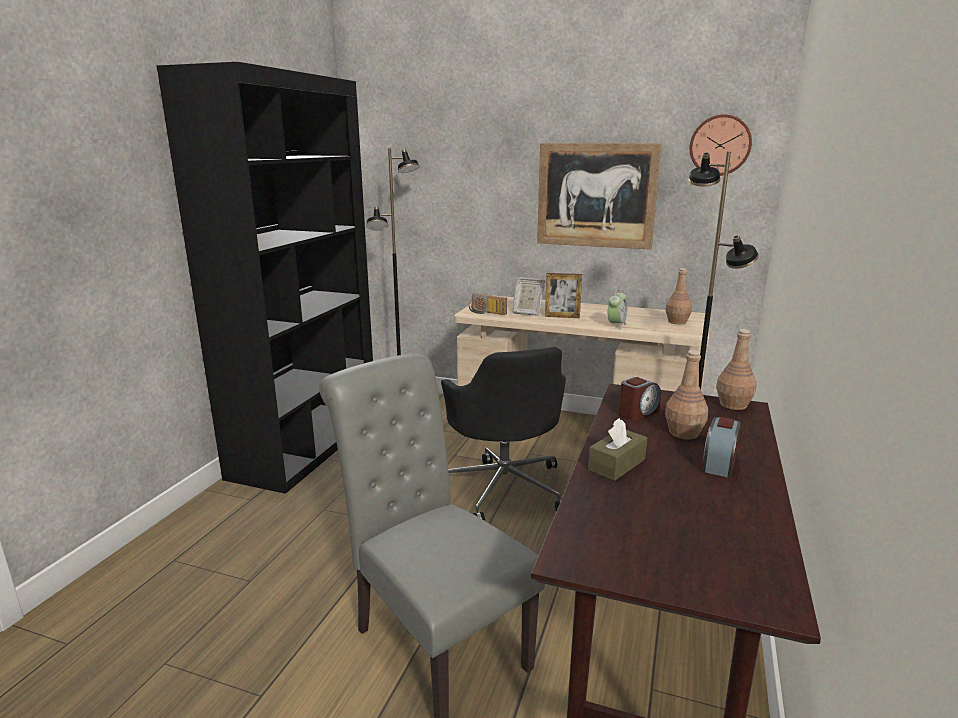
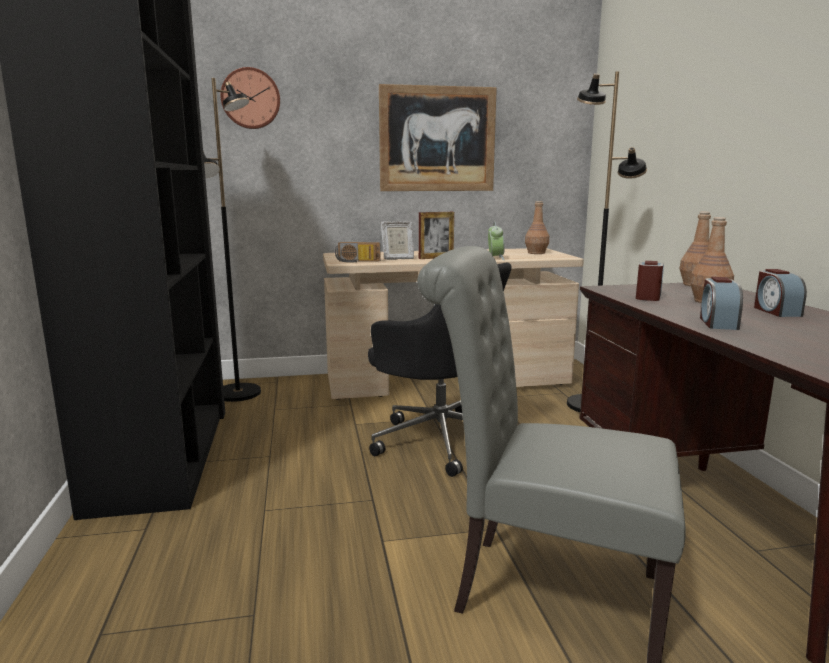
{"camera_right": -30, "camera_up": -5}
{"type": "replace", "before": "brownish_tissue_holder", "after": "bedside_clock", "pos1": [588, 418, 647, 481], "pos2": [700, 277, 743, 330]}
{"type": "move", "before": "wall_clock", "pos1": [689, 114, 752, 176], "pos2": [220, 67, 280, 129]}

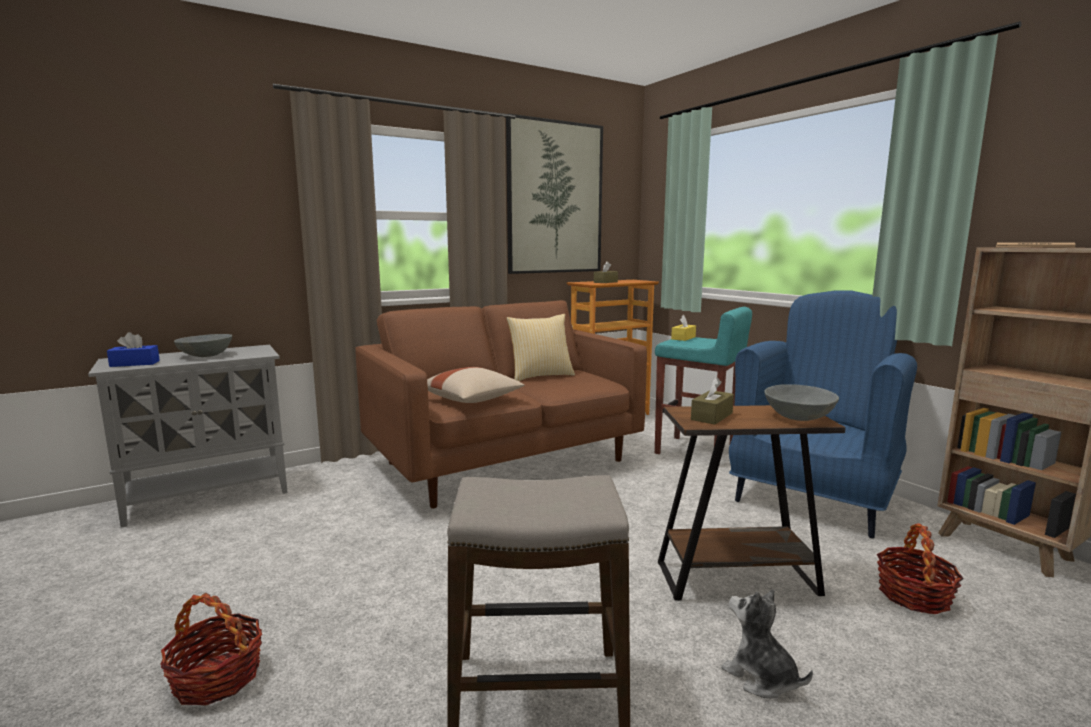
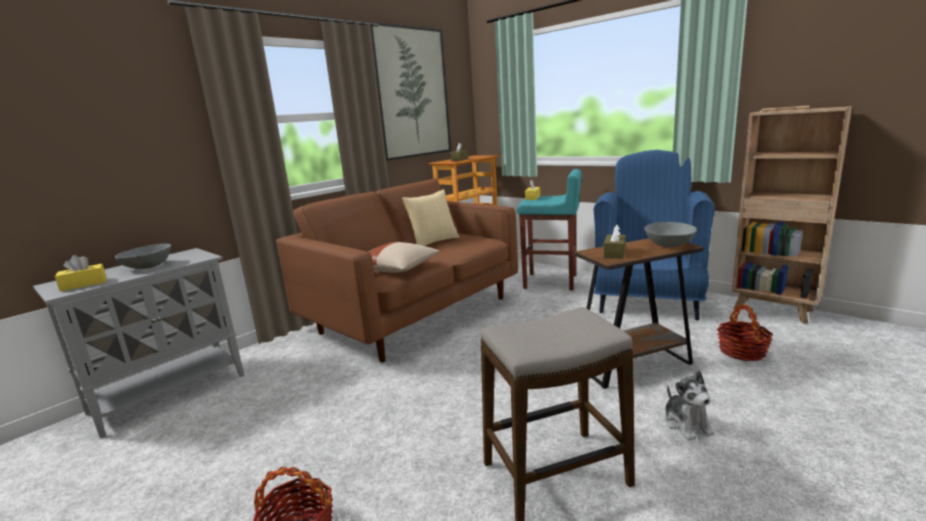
{"camera_right": -15, "camera_up": 5}
{"type": "recolor", "before": "blue-coloured_tissue_holder", "after": "yellow_tissue_holder", "pos1": [107, 332, 160, 367], "pos2": [55, 255, 107, 292]}
{"type": "rotate", "before": "plush_toy", "pos1": [721, 589, 813, 699], "pos2": [664, 371, 715, 441], "turn": -135}

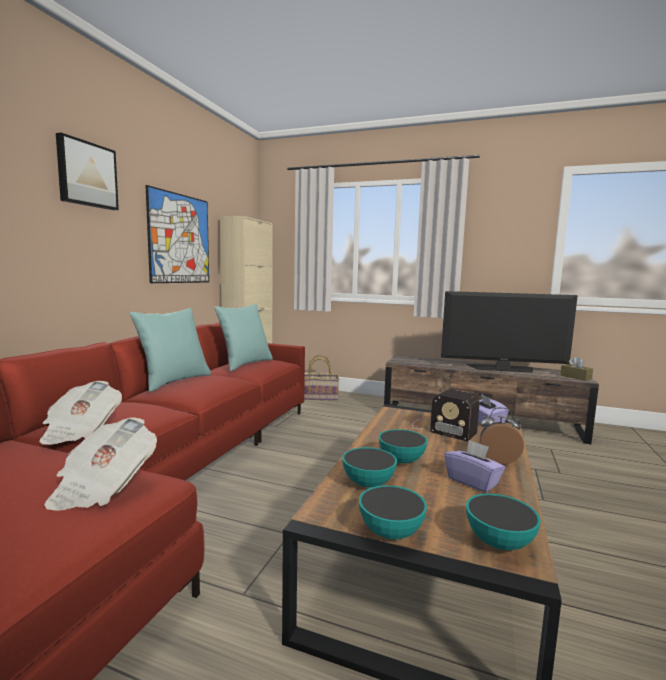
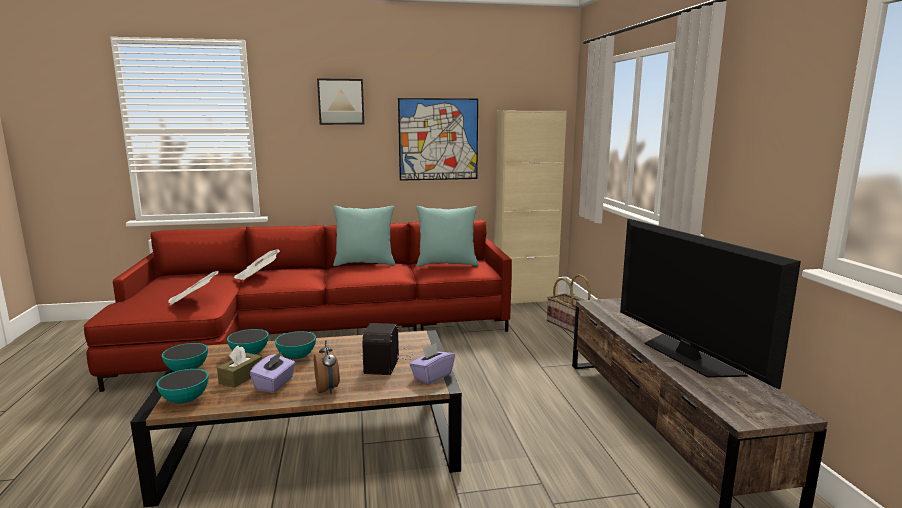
{"camera_right": 60, "camera_up": 5}
{"type": "move", "before": "brownish_tissue_holder", "pos1": [560, 357, 593, 381], "pos2": [217, 346, 262, 388]}

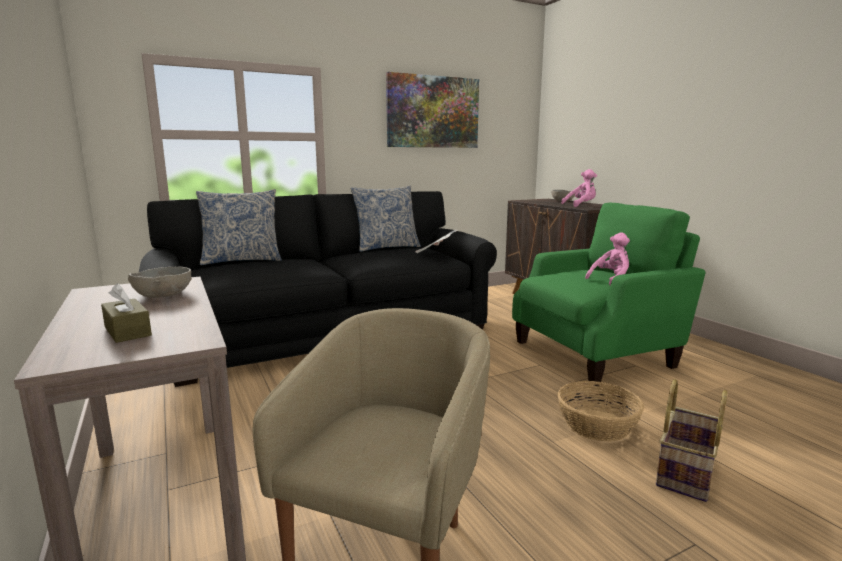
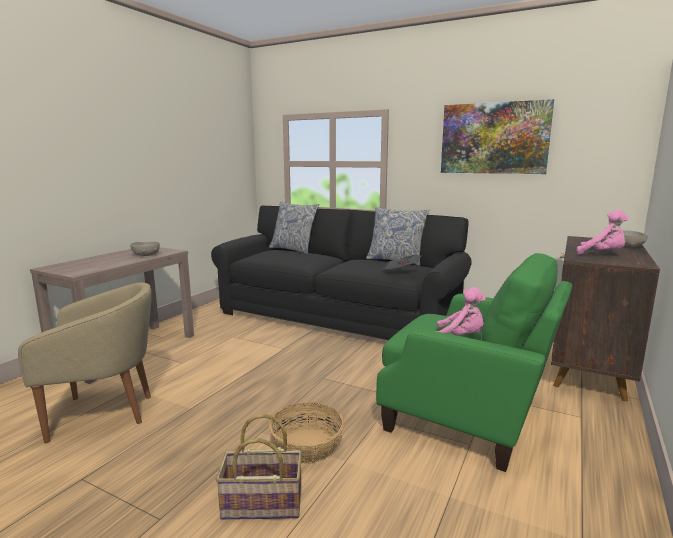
{"camera_right": 55, "camera_up": 0}
{"type": "delete", "before": "brownish_tissue_holder", "pos1": [101, 283, 152, 343]}

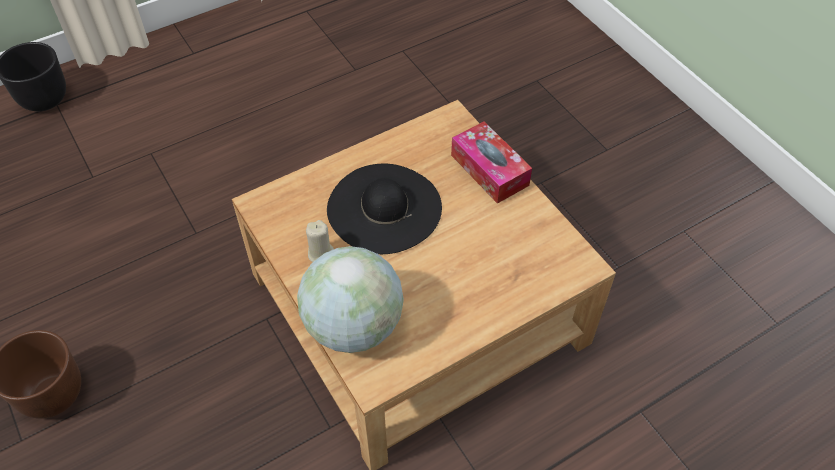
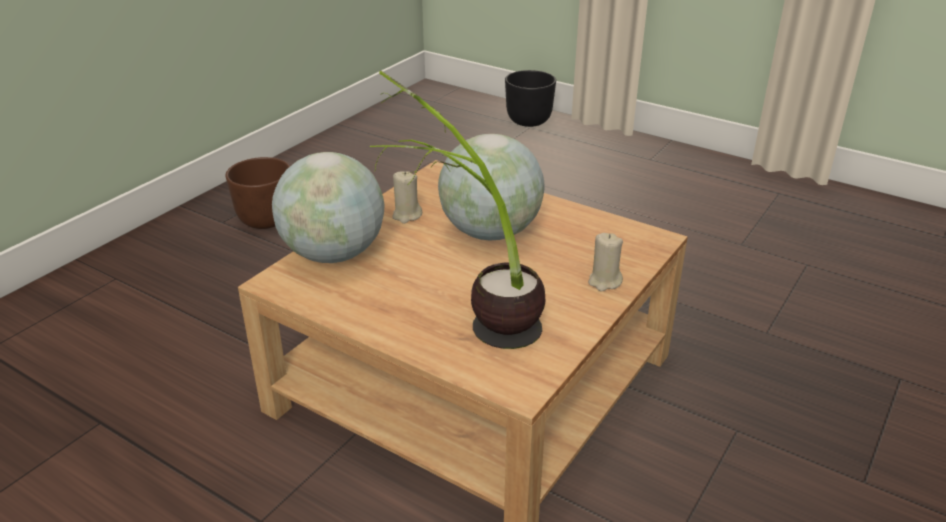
{"camera_right": 65, "camera_up": -20}
{"type": "replace", "before": "black_wearable_hat", "after": "world_globe", "pos1": [327, 164, 442, 254], "pos2": [438, 134, 545, 241]}
{"type": "replace", "before": "tissue_holder", "after": "beige_candle", "pos1": [451, 121, 532, 204], "pos2": [588, 233, 623, 291]}
{"type": "insert", "after": "potted_plant", "pos2": [370, 71, 545, 349]}

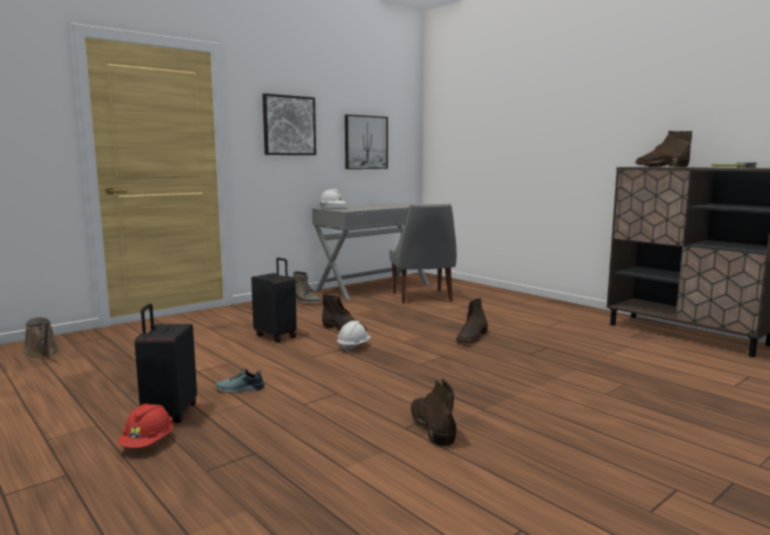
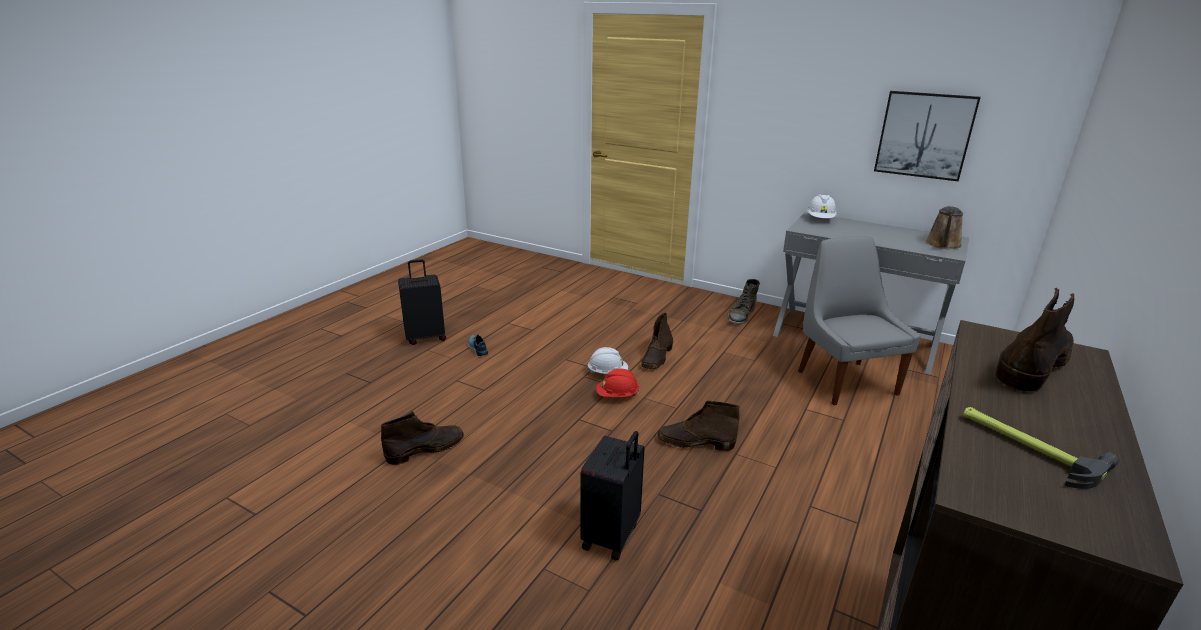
{"camera_right": 70, "camera_up": 15}
{"type": "move", "before": "brownish_watering_can", "pos1": [23, 317, 60, 359], "pos2": [925, 206, 963, 249]}
{"type": "move", "before": "red_work_helmet", "pos1": [118, 404, 174, 448], "pos2": [596, 369, 640, 397]}
{"type": "move", "before": "black_suitcase", "pos1": [251, 258, 297, 342], "pos2": [580, 431, 645, 560]}
{"type": "delete", "before": "wall_picture", "pos1": [262, 93, 316, 155]}
{"type": "rotate", "before": "gray_chair", "pos1": [389, 204, 457, 304], "pos2": [798, 236, 921, 405], "turn": 105}

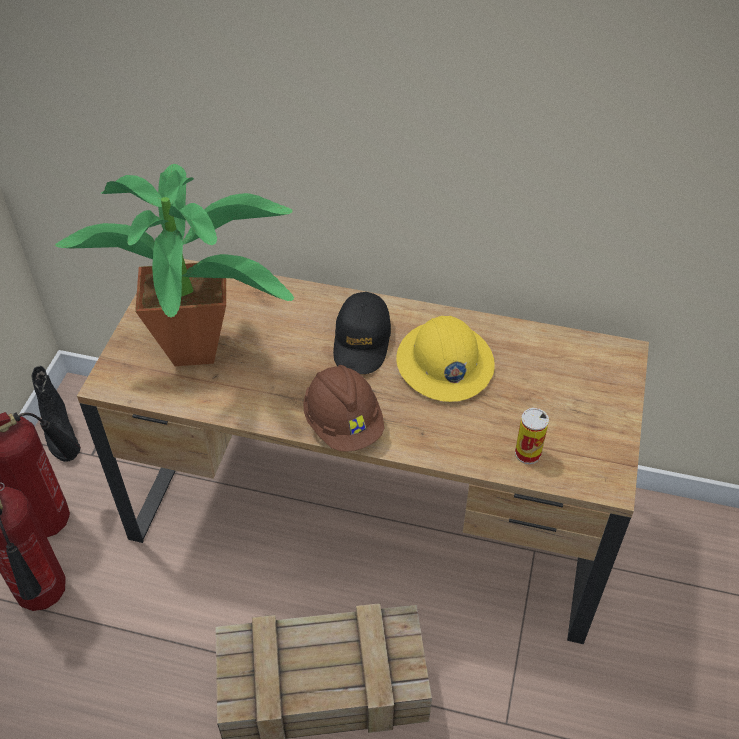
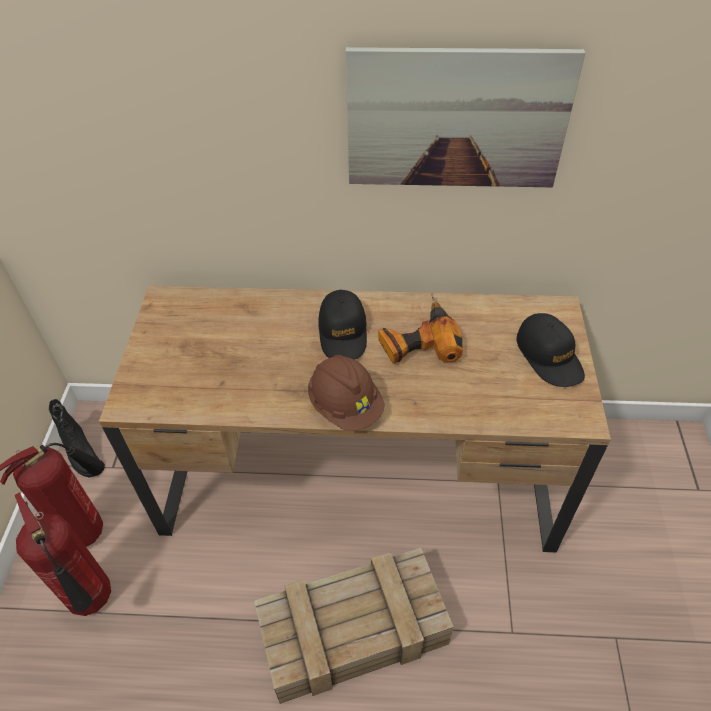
{"camera_right": -10, "camera_up": 0}
{"type": "delete", "before": "potted_plant", "pos1": [55, 164, 294, 366]}
{"type": "replace", "before": "yellow_work_helmet", "after": "drill", "pos1": [396, 316, 495, 402], "pos2": [378, 293, 463, 364]}
{"type": "delete", "before": "metal_can", "pos1": [515, 408, 549, 464]}
{"type": "insert", "after": "wall_picture", "pos2": [345, 47, 585, 187]}
{"type": "insert", "after": "black_baseball_cap", "pos2": [516, 313, 585, 387]}

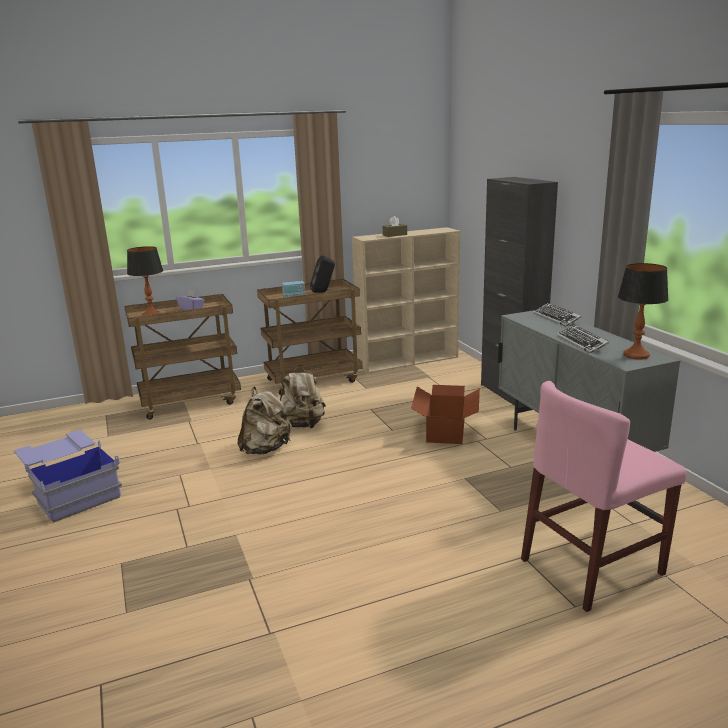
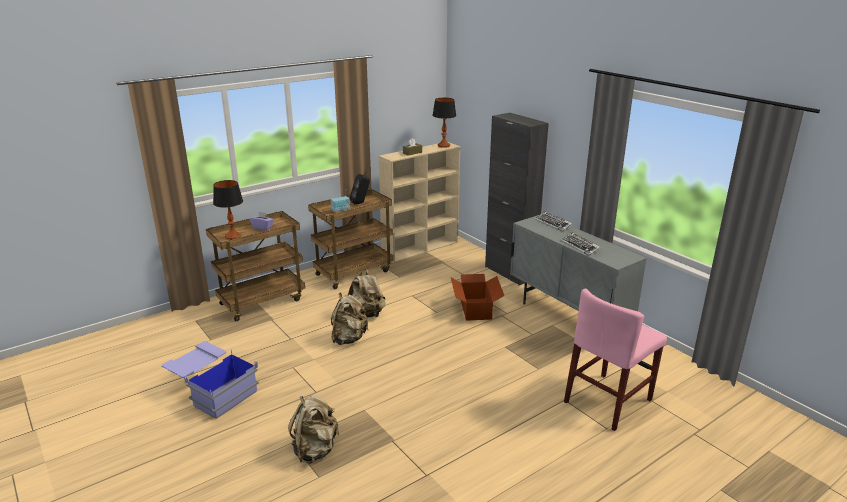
{"camera_right": -15, "camera_up": 5}
{"type": "move", "before": "tabletop_lamp", "pos1": [618, 263, 669, 360], "pos2": [432, 98, 456, 148]}
{"type": "insert", "after": "beige_backpack", "pos2": [288, 395, 339, 464]}

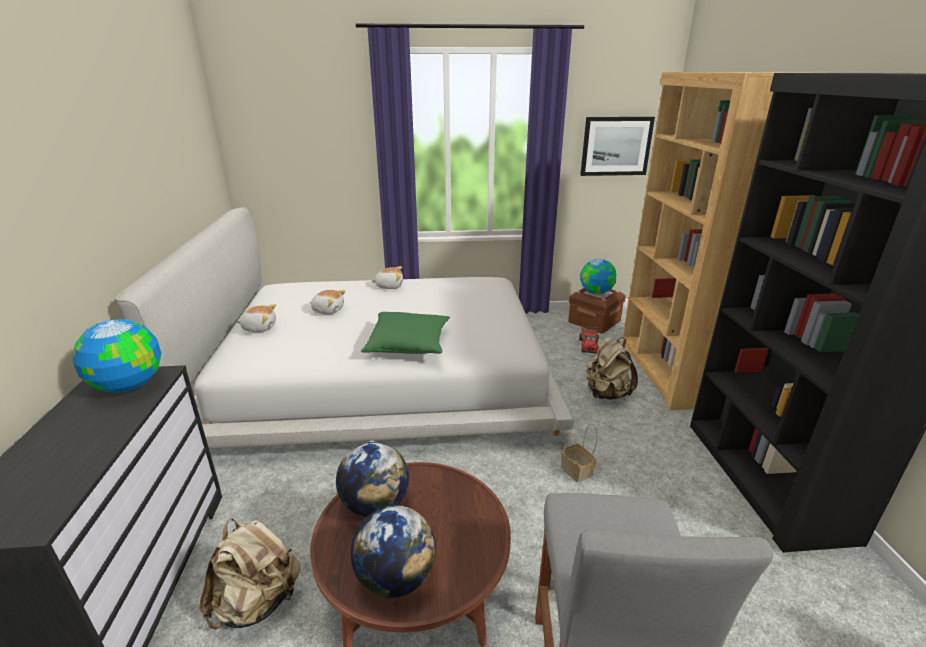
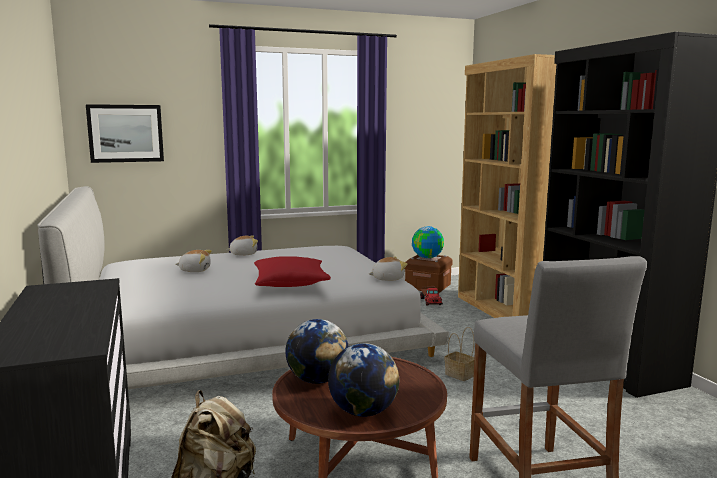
{"camera_right": -15, "camera_up": -15}
{"type": "delete", "before": "world_globe", "pos1": [72, 319, 161, 393]}
{"type": "move", "before": "plush_toy", "pos1": [237, 304, 276, 332], "pos2": [369, 257, 407, 281]}
{"type": "recolor", "before": "green-coloured_pillow", "after": "red_pillow", "pos1": [361, 312, 450, 354], "pos2": [254, 256, 331, 287]}
{"type": "move", "before": "wall_picture", "pos1": [580, 117, 655, 176], "pos2": [86, 104, 164, 163]}
{"type": "delete", "before": "beige_backpack", "pos1": [586, 337, 638, 400]}

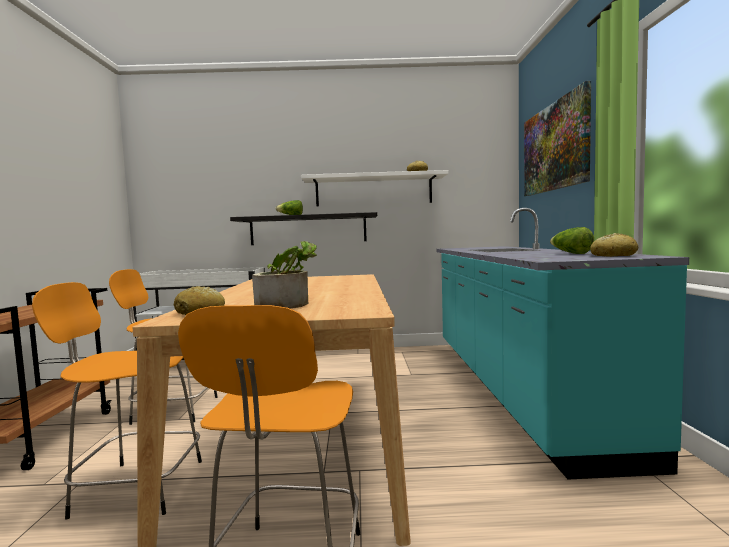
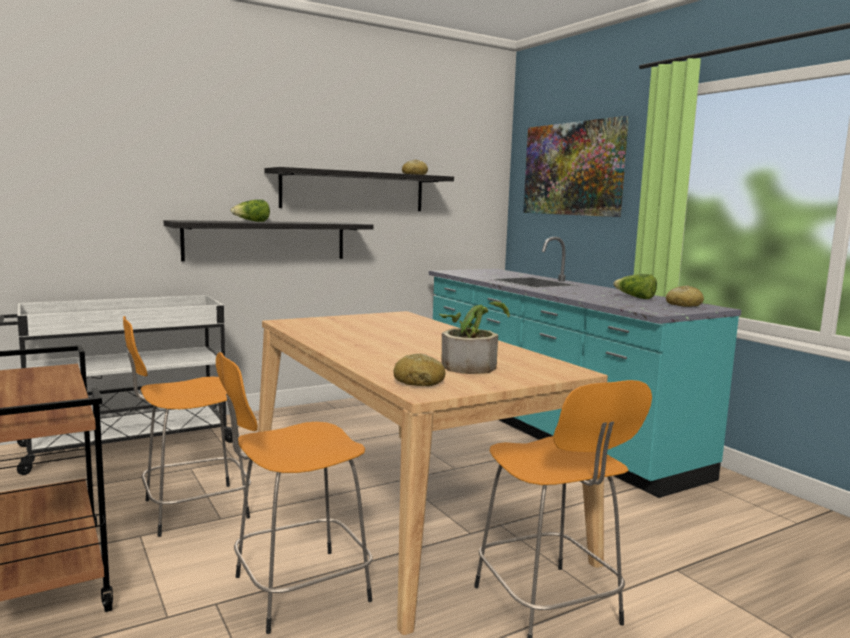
{"camera_right": -30, "camera_up": 5}
{"type": "recolor", "before": "white-coloured_wall_shelf", "after": "black_wall_shelf", "pos1": [301, 170, 449, 206], "pos2": [265, 167, 454, 211]}

